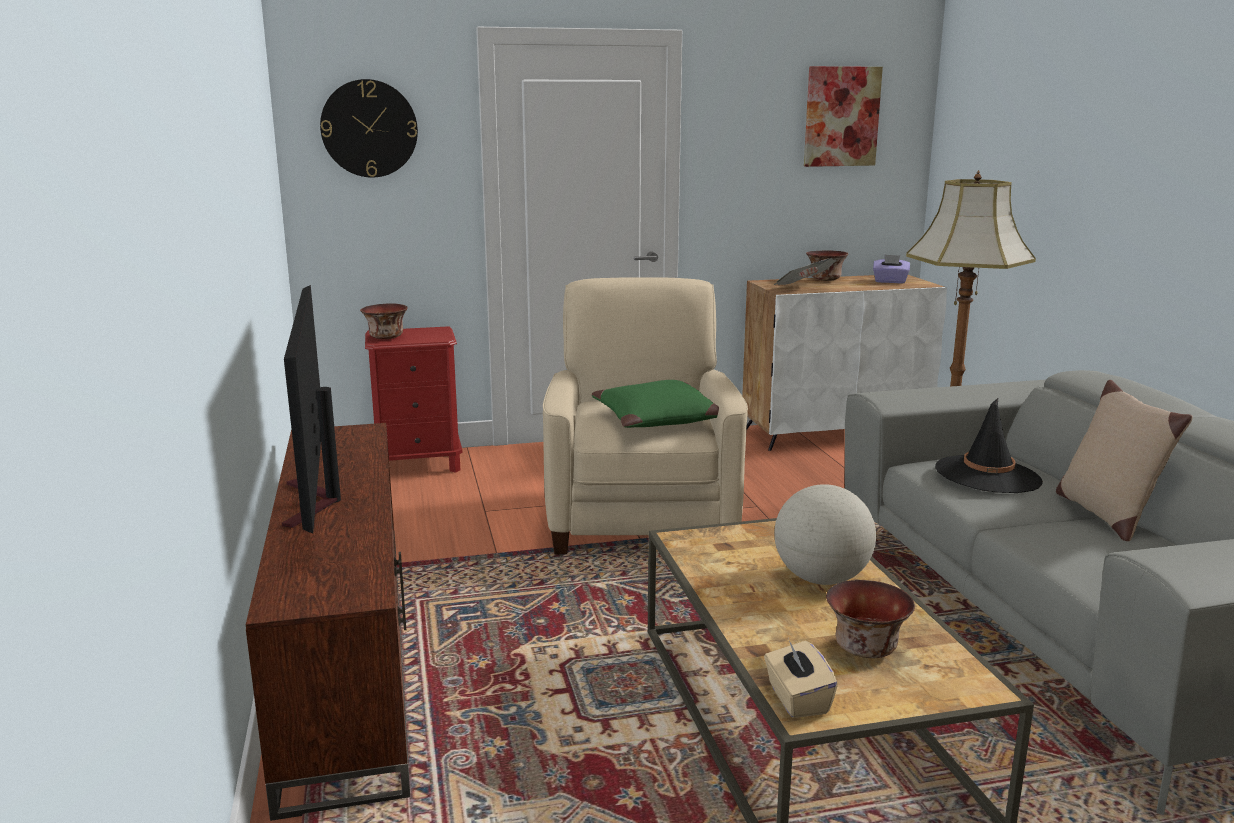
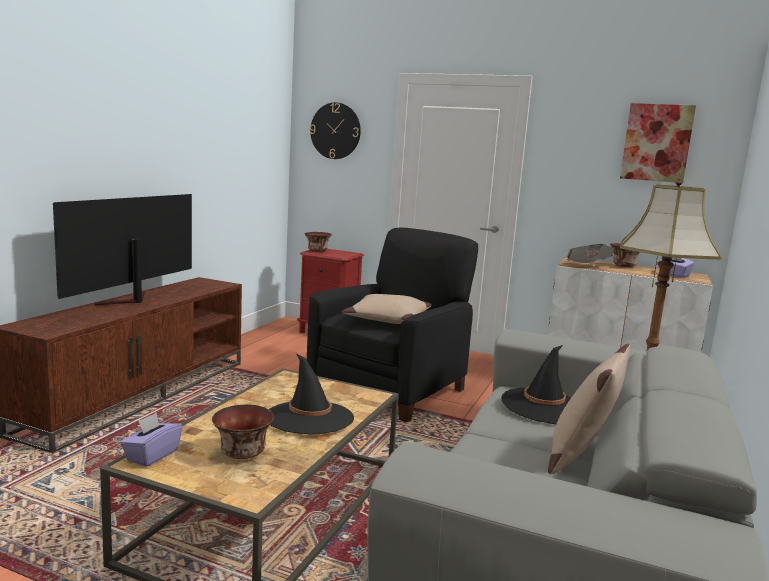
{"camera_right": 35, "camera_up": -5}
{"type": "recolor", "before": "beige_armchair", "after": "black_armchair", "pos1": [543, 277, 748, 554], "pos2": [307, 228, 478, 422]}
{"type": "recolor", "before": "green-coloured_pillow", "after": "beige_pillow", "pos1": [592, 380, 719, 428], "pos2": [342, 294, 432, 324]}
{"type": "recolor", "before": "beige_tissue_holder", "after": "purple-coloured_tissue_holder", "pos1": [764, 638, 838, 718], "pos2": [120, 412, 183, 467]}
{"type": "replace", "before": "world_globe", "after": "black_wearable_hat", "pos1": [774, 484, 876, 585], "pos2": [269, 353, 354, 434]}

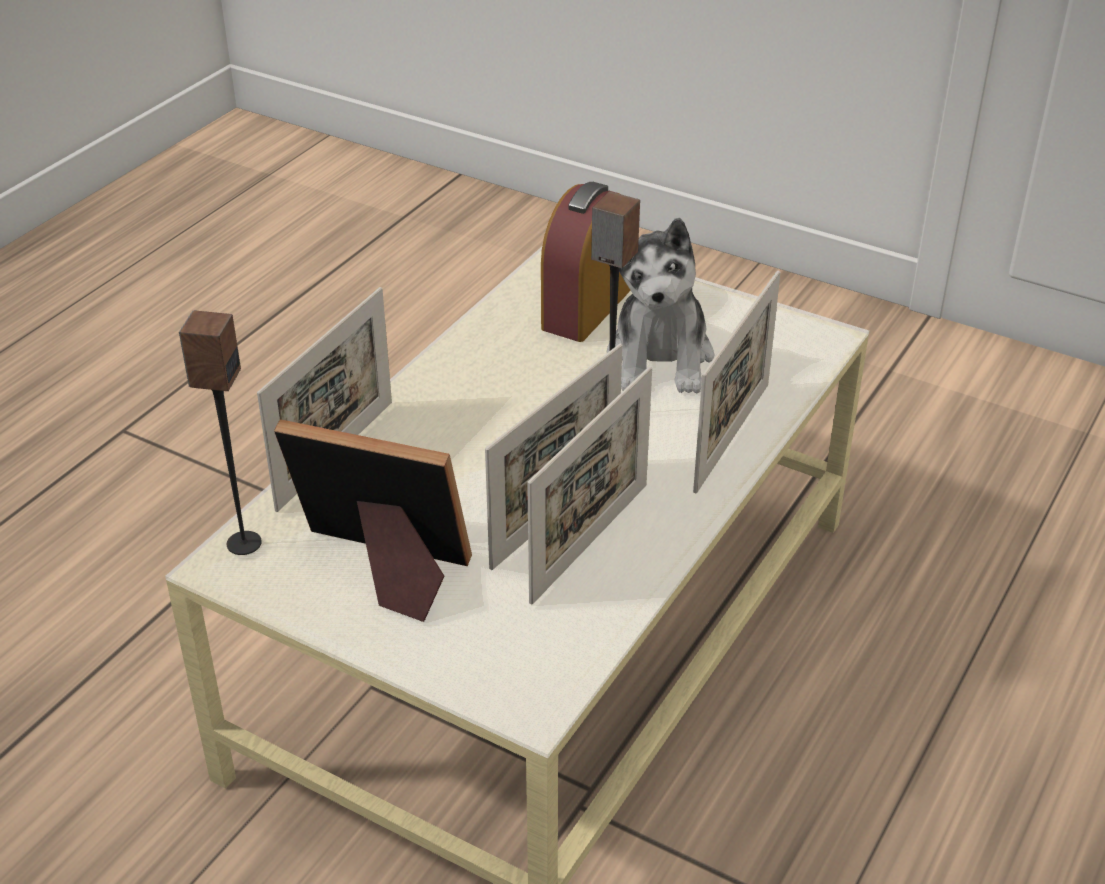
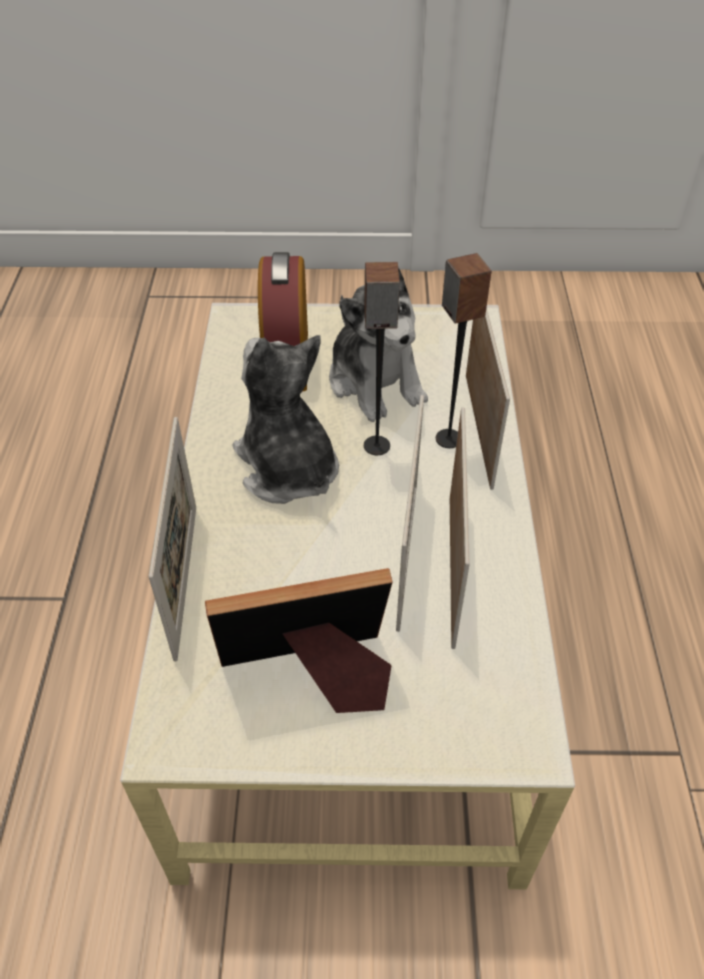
{"camera_right": -30, "camera_up": 10}
{"type": "move", "before": "speaker", "pos1": [179, 311, 262, 555], "pos2": [436, 253, 492, 448]}
{"type": "insert", "after": "plush_toy", "pos2": [233, 335, 339, 504]}

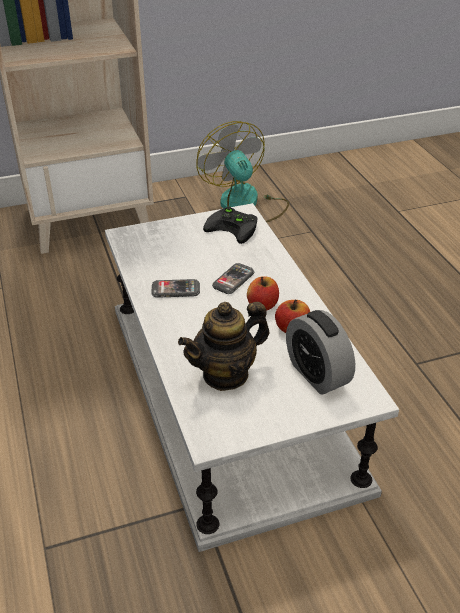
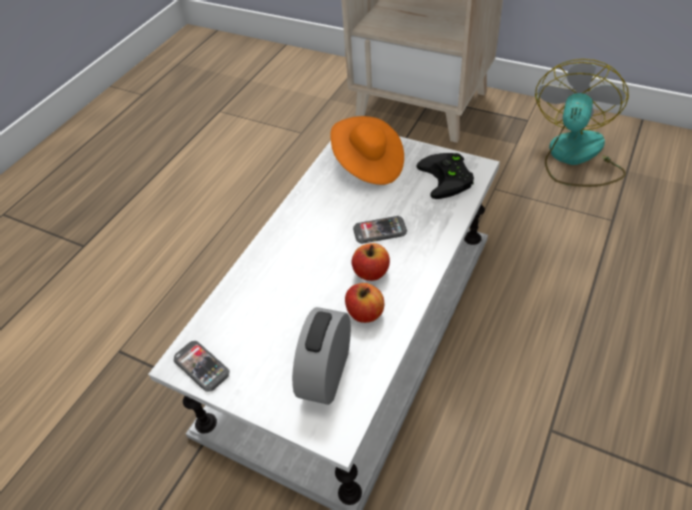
{"camera_right": 50, "camera_up": 10}
{"type": "move", "before": "handset", "pos1": [151, 279, 200, 298], "pos2": [173, 341, 230, 392]}
{"type": "delete", "before": "tea_pot", "pos1": [178, 302, 269, 391]}
{"type": "insert", "after": "orange_wearable_hat", "pos2": [330, 116, 404, 185]}

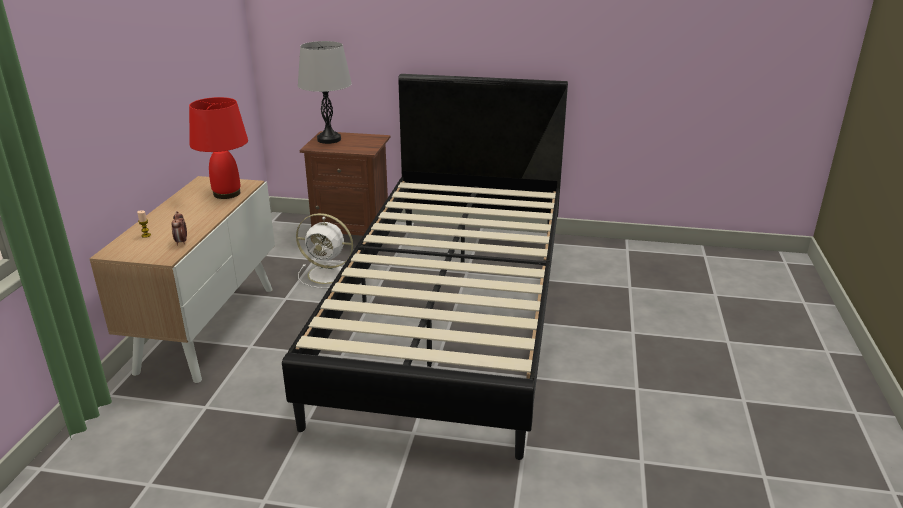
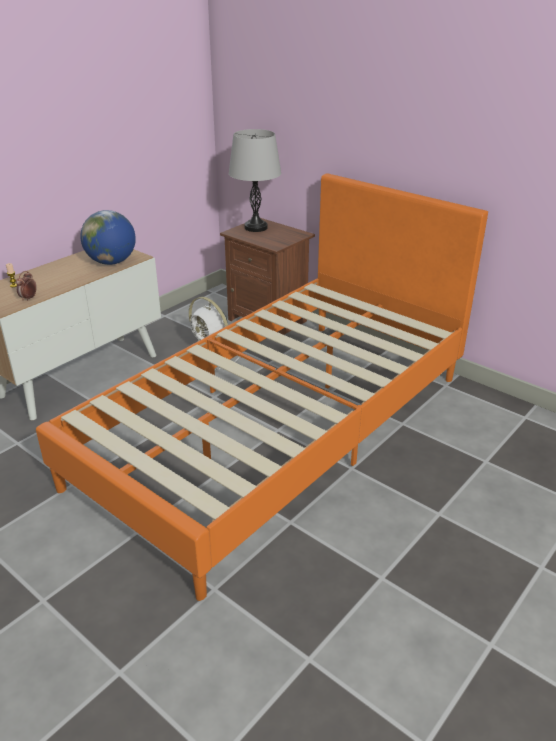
{"camera_right": 30, "camera_up": 5}
{"type": "replace", "before": "red_tabletop_lamp", "after": "world_globe", "pos1": [189, 97, 248, 199], "pos2": [80, 210, 136, 265]}
{"type": "recolor", "before": "black_sleeping_bed", "after": "orange_sleeping_bed", "pos1": [282, 74, 568, 460], "pos2": [36, 173, 488, 601]}

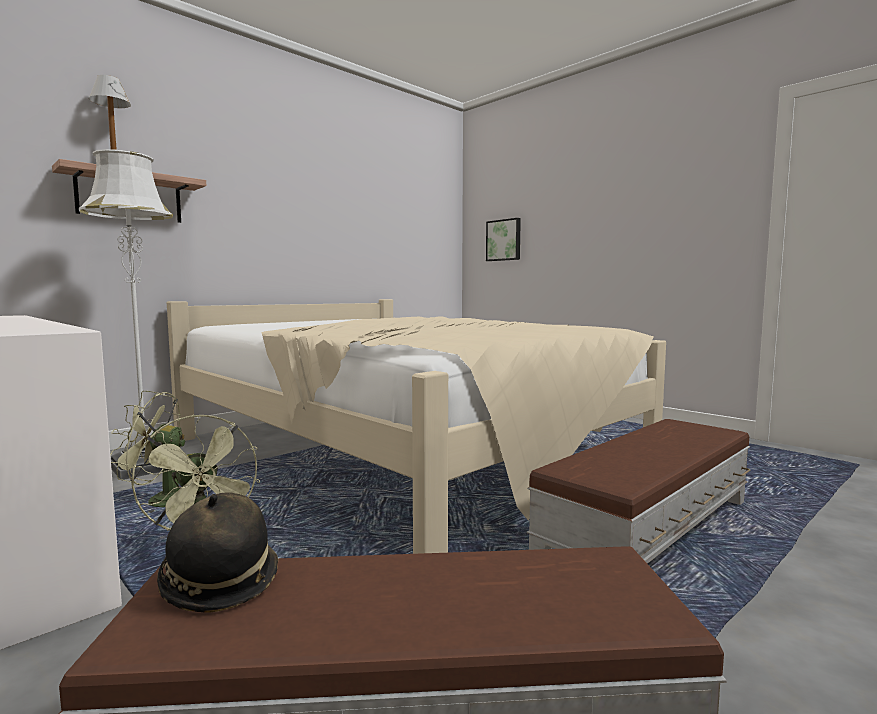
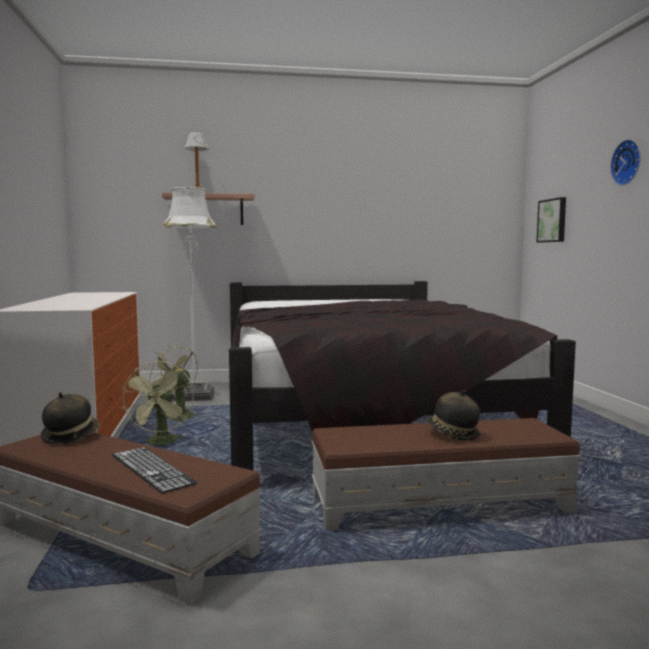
{"camera_right": 35, "camera_up": 0}
{"type": "recolor", "before": "beige_sleeping_bed", "after": "black_sleeping_bed", "pos1": [167, 299, 666, 554], "pos2": [229, 281, 576, 471]}
{"type": "insert", "after": "computer_keyboard", "pos2": [112, 447, 197, 494]}
{"type": "insert", "after": "wearable_hat", "pos2": [425, 390, 480, 441]}
{"type": "insert", "after": "wall_clock", "pos2": [610, 139, 641, 186]}

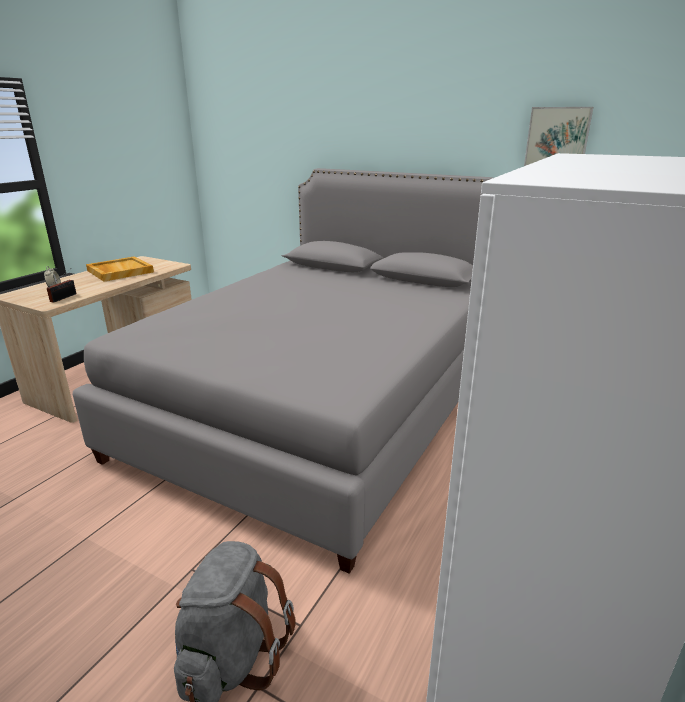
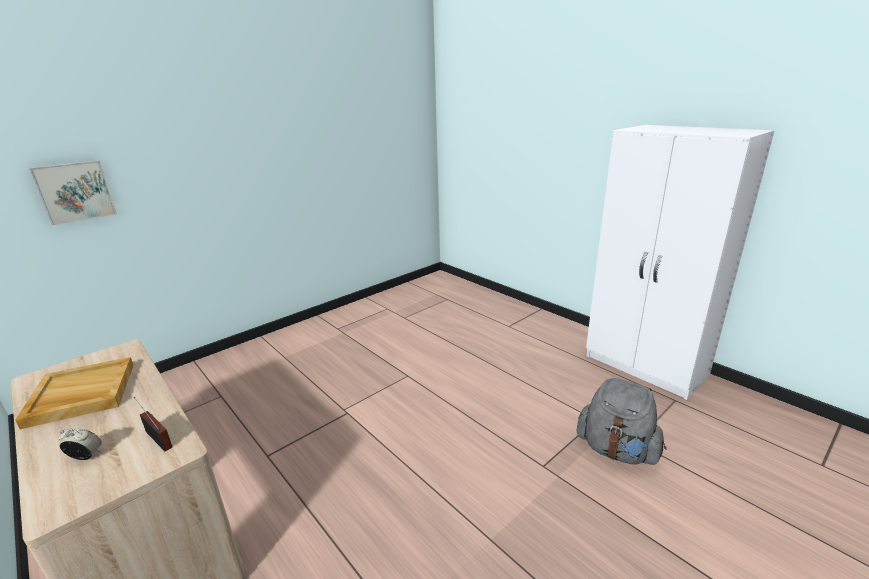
{"camera_right": -70, "camera_up": 0}
{"type": "delete", "before": "gray_sleeping_bed", "pos1": [73, 168, 493, 574]}
{"type": "move", "before": "wall_picture", "pos1": [524, 107, 593, 166], "pos2": [29, 160, 117, 225]}

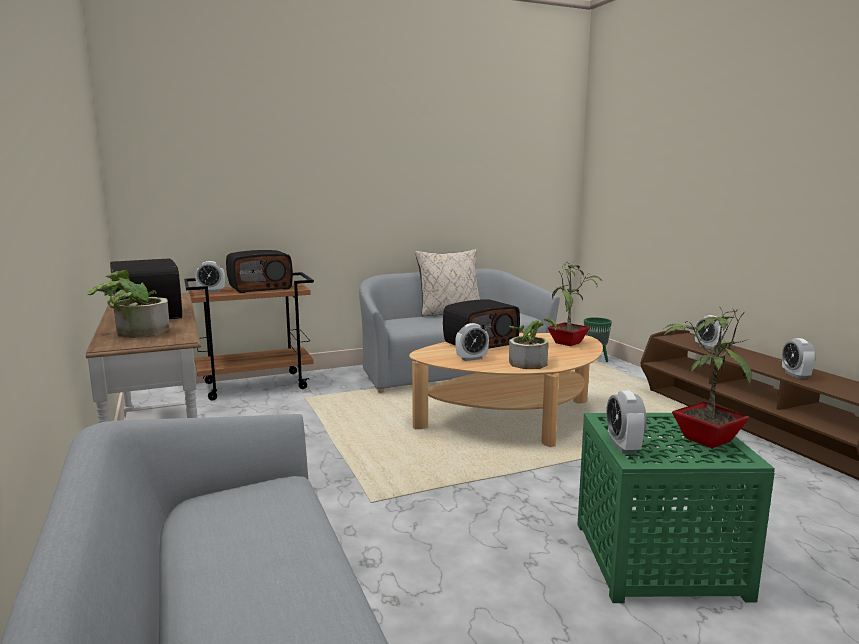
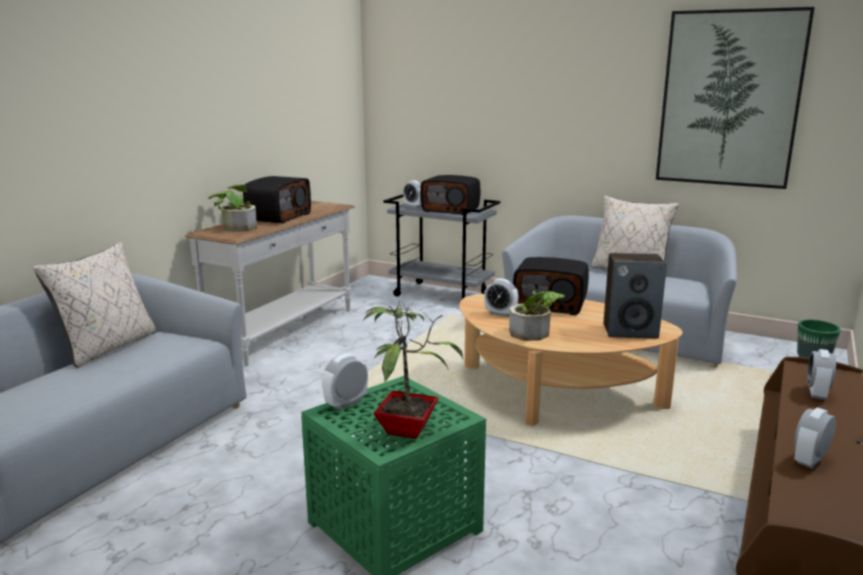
{"camera_right": 50, "camera_up": 5}
{"type": "recolor", "before": "brownish_wheeled_cart", "after": "gray_wheeled_cart", "pos1": [184, 272, 314, 401], "pos2": [383, 194, 500, 300]}
{"type": "replace", "before": "potted_plant", "after": "speaker", "pos1": [548, 262, 601, 346], "pos2": [603, 253, 667, 338]}
{"type": "insert", "after": "beige_pillow", "pos2": [33, 242, 156, 368]}
{"type": "insert", "after": "wall_picture", "pos2": [656, 7, 815, 189]}

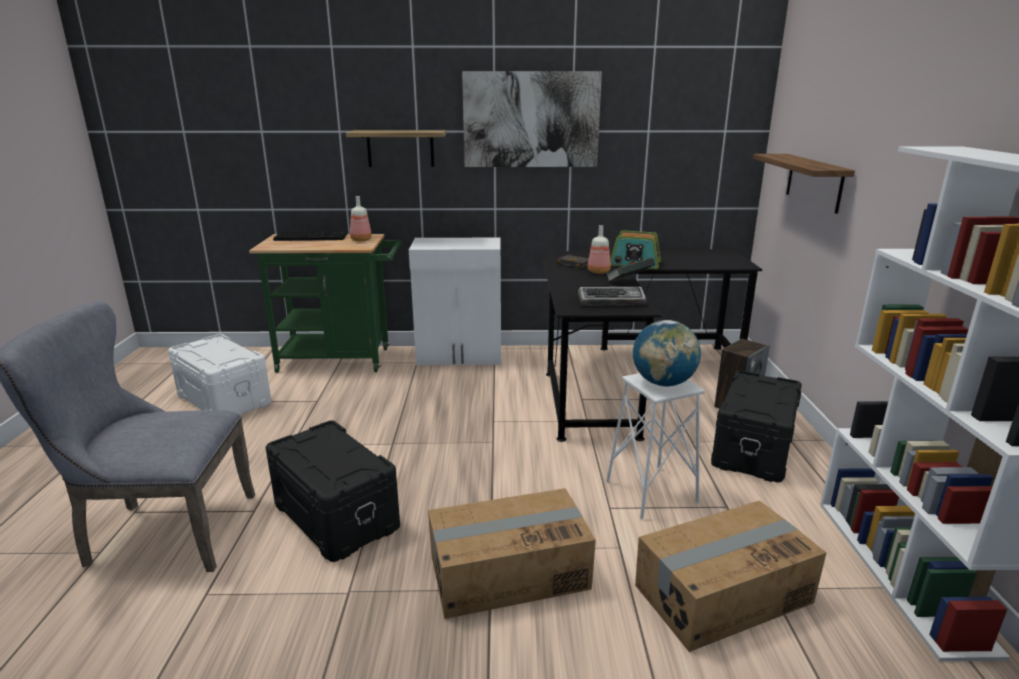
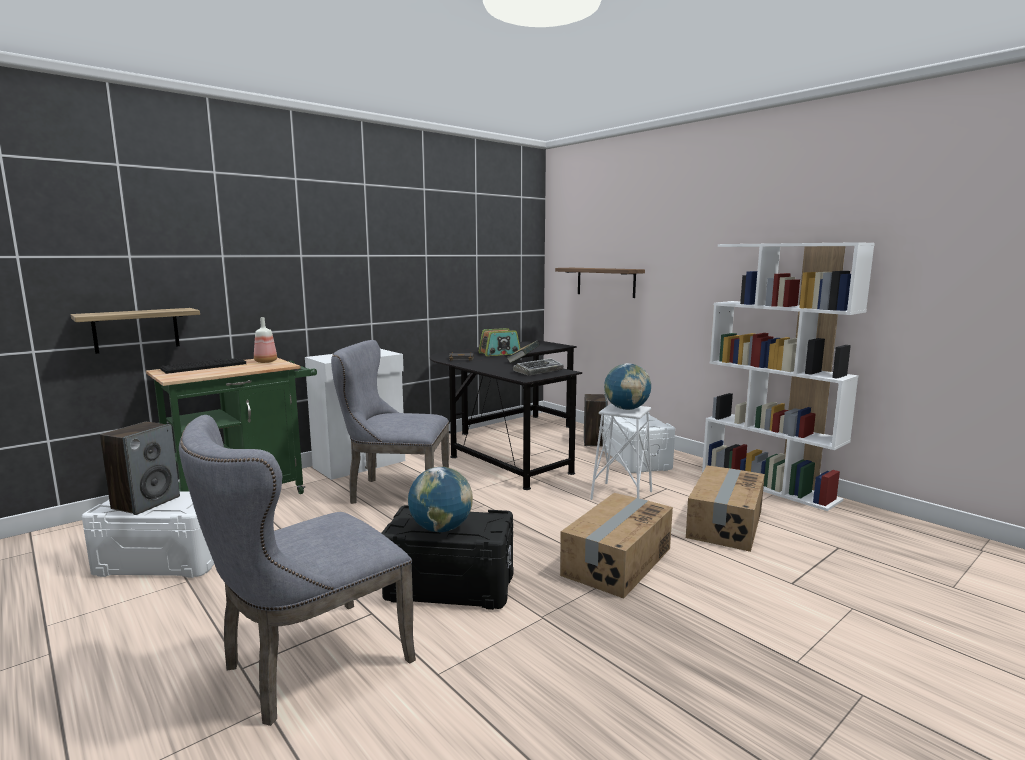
{"camera_right": -40, "camera_up": -10}
{"type": "move", "before": "wall_shelf", "pos1": [346, 130, 446, 167], "pos2": [71, 308, 200, 354]}
{"type": "delete", "before": "wall_picture", "pos1": [462, 71, 602, 167]}
{"type": "delete", "before": "bottle", "pos1": [588, 225, 611, 274]}
{"type": "recolor", "before": "black_storage_container", "after": "white-coloured_storage_container", "pos1": [711, 370, 802, 482], "pos2": [603, 412, 675, 473]}
{"type": "insert", "after": "speaker", "pos2": [100, 422, 180, 515]}
{"type": "insert", "after": "gray_chair", "pos2": [331, 340, 449, 504]}
{"type": "insert", "after": "world_globe", "pos2": [408, 467, 473, 532]}

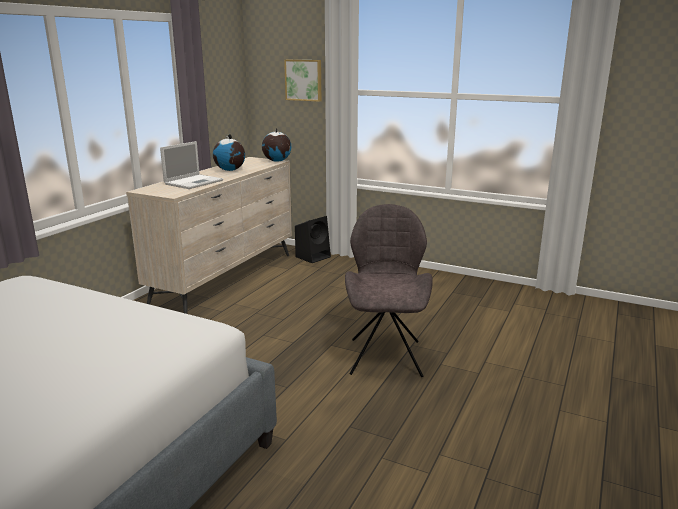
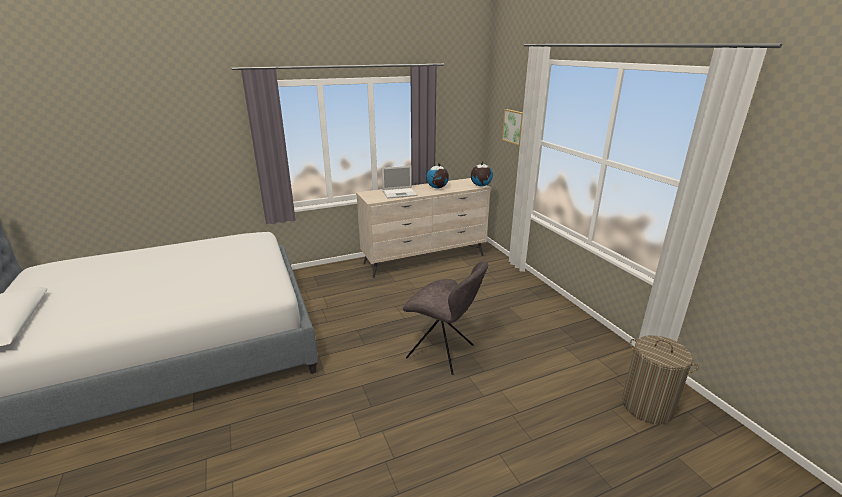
{"camera_right": 40, "camera_up": 5}
{"type": "delete", "before": "black_speaker", "pos1": [295, 216, 331, 263]}
{"type": "rotate", "before": "gray_chair", "pos1": [345, 204, 433, 377], "pos2": [403, 261, 488, 375], "turn": 75}
{"type": "insert", "after": "washing_basket", "pos2": [622, 335, 699, 424]}

